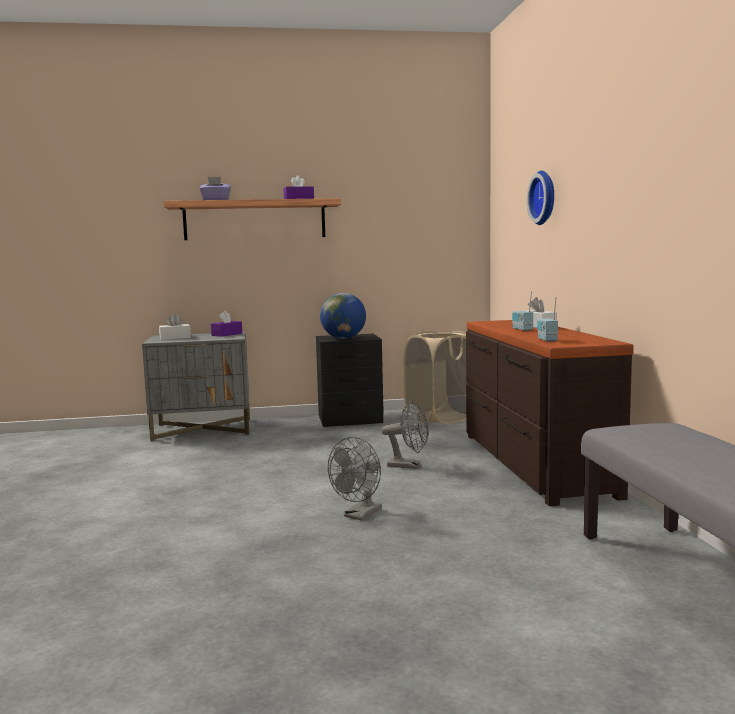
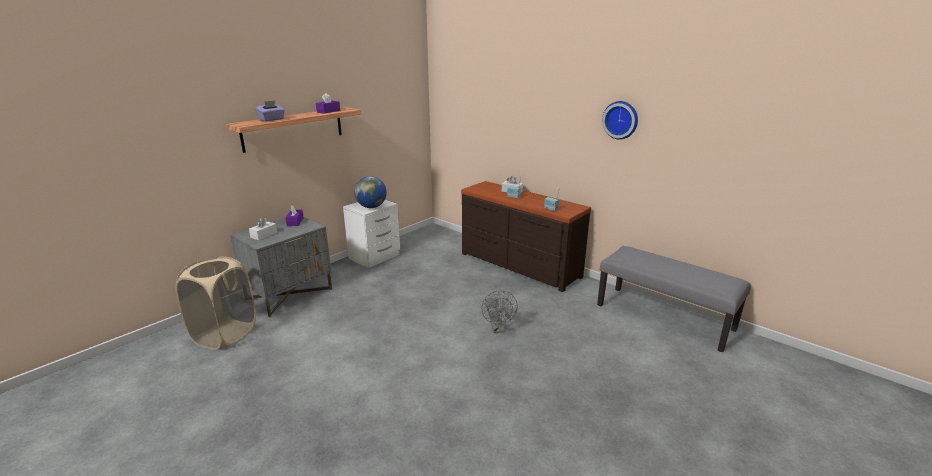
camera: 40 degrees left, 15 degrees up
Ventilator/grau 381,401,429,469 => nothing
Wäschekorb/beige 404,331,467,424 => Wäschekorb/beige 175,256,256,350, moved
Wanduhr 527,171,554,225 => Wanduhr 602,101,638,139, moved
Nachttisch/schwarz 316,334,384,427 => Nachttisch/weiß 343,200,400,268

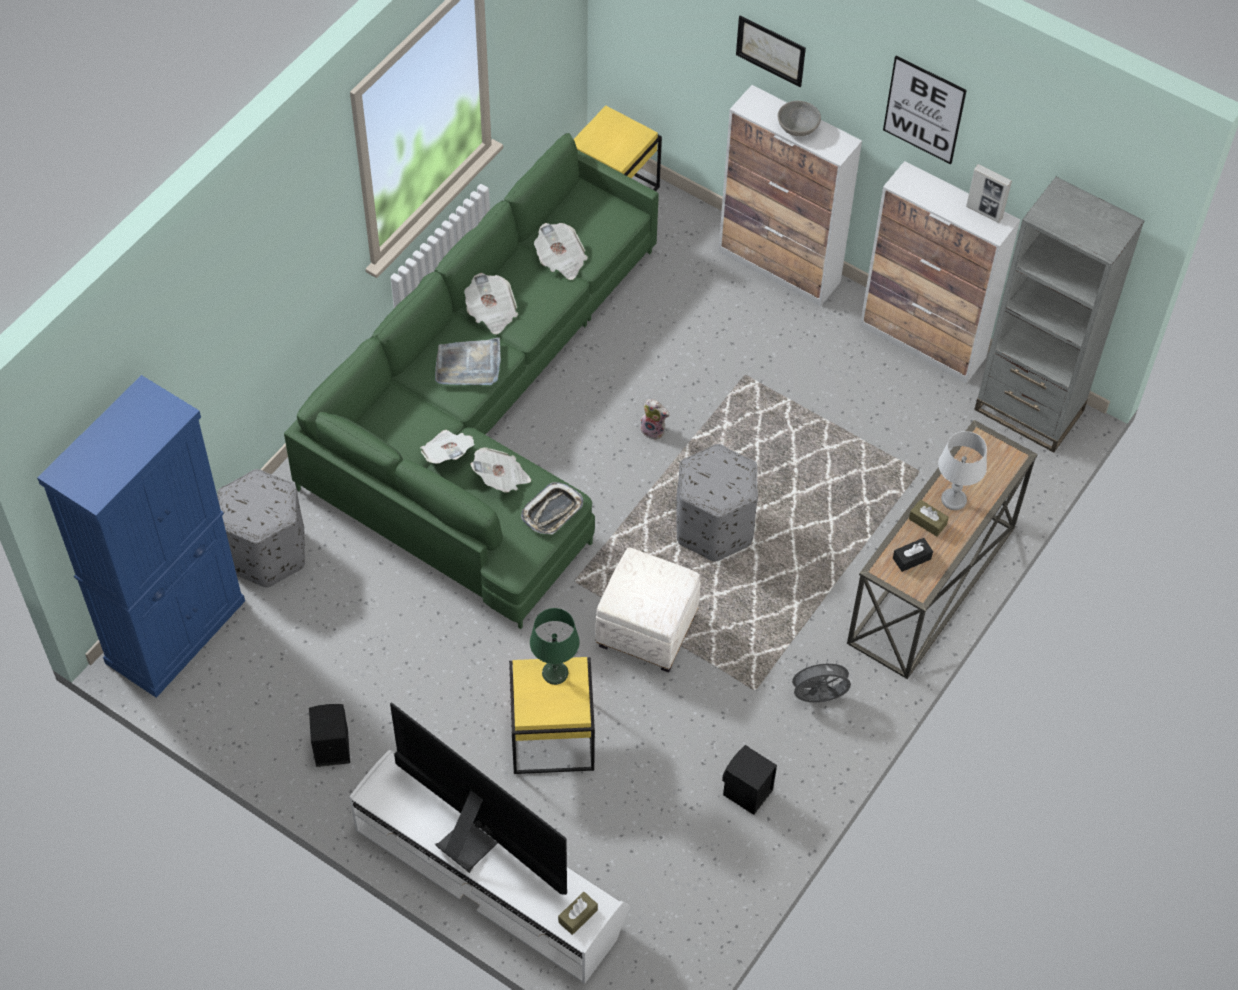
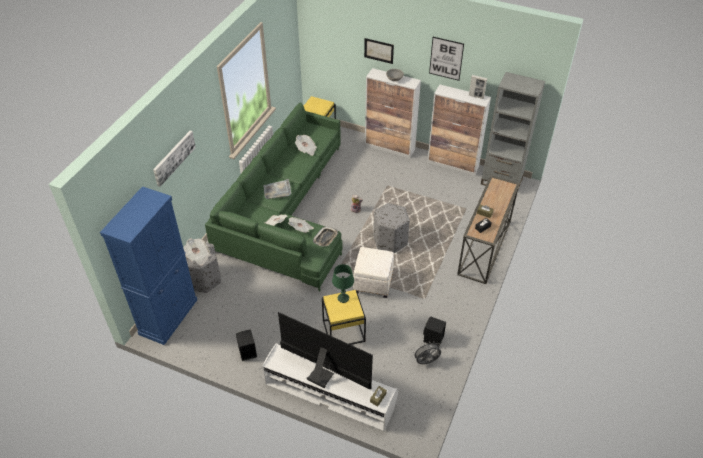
camera: 10 degrees left, 10 degrees down
Tischlampe/grau 938,431,987,510 => nothing
nothing => Bild 153,131,196,187
Zeitung 464,273,518,334 => Zeitung 184,238,211,266, moved
Ventilator/grau 788,659,853,702 => Ventilator/grau 412,341,441,364, moved

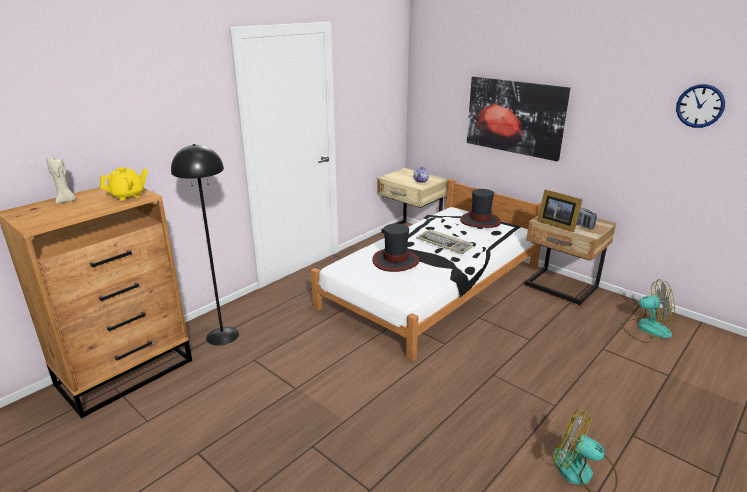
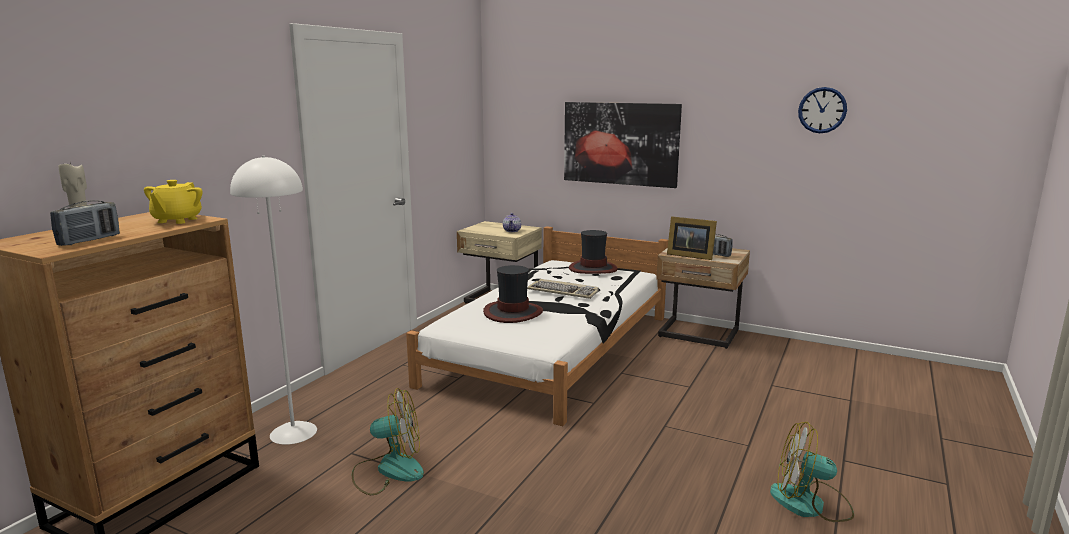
camera: 15 degrees left, 10 degrees down
nothing => Radio 50,200,120,246
Ventilator 621,279,675,343 => Ventilator 352,388,424,495, moved
Stehlampe/schwarz 171,144,239,346 => Stehlampe/weiß 230,155,317,445
Teekanne/gelb 100,167,148,201 => Teekanne/gelb 144,180,202,224, 150 degrees clockwise

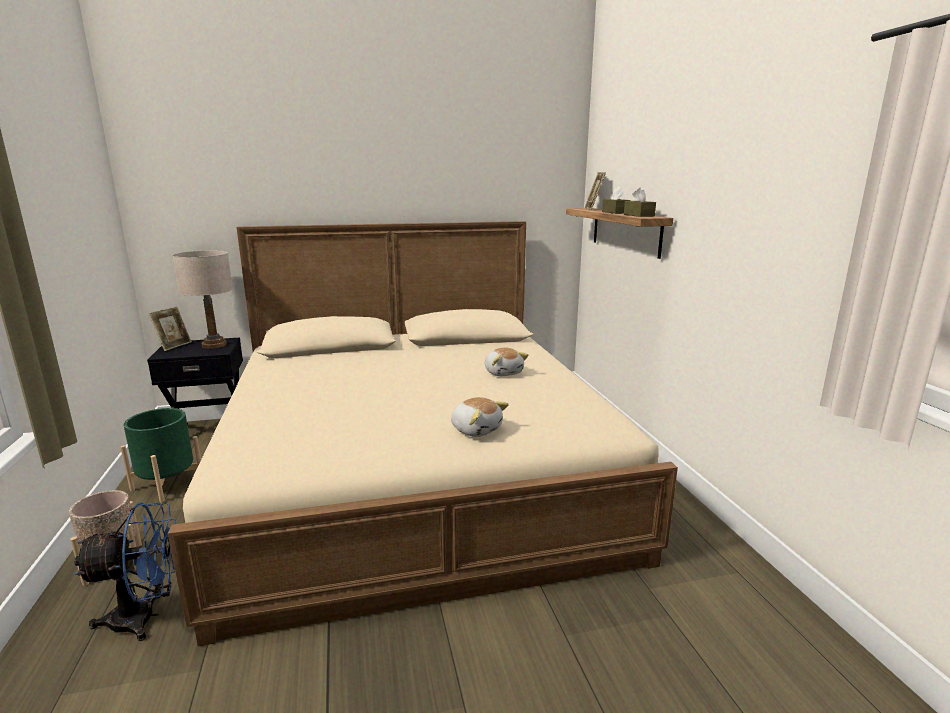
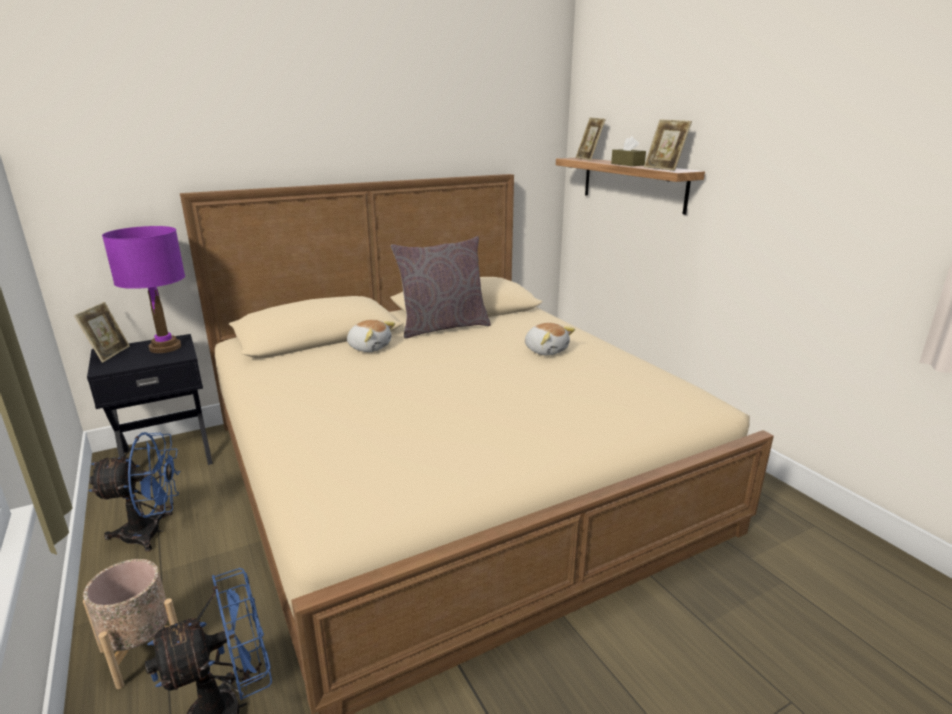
camera: 15 degrees left, 5 degrees up
nothing => Kissen/grau 391,236,491,338
Plüschtier 451,397,509,437 => Plüschtier 347,320,395,352, moved
Pflanzkübel/grün 120,408,201,503 => Ventilator/blau 88,432,181,552
Taschentuchbox/braun 624,188,656,217 => Bilderrahmen 644,120,692,171
Tischlampe/beige 172,251,233,349 => Tischlampe/lila 102,226,185,353

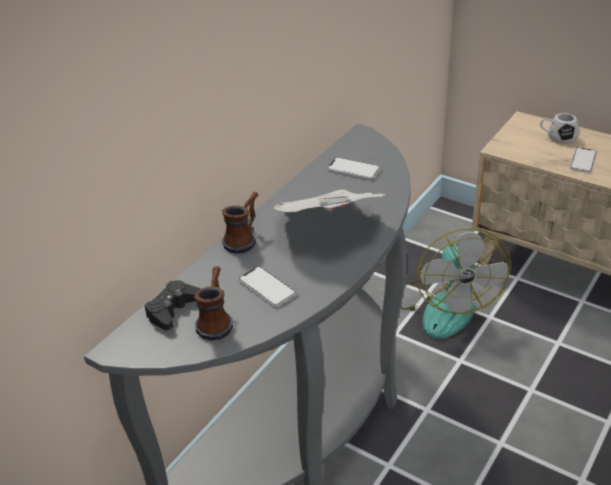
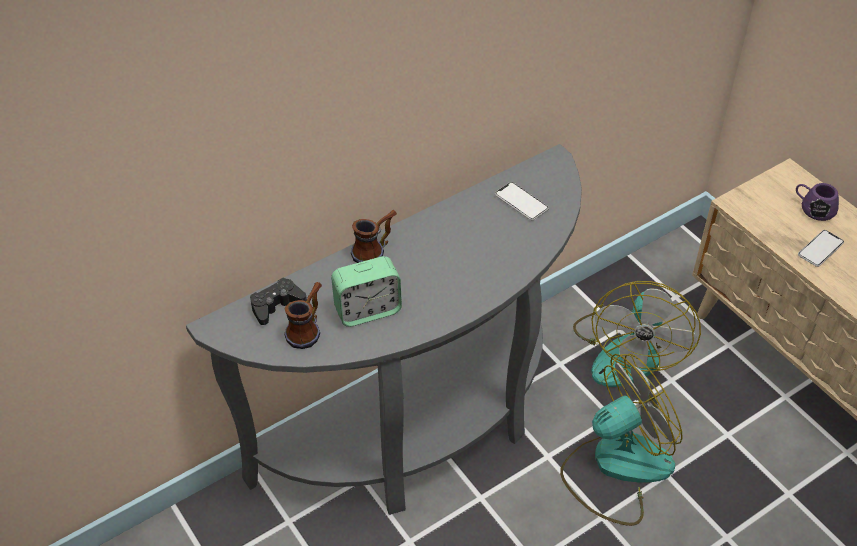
camera: 20 degrees right, 10 degrees up
Zeitung 273,189,385,212 => nothing
nothing => Ventilator 560,354,683,526
Handy 238,266,297,307 => Wecker 331,256,402,327
Henkelbecher/weiß 540,113,578,143 => Henkelbecher/lila 796,183,839,221

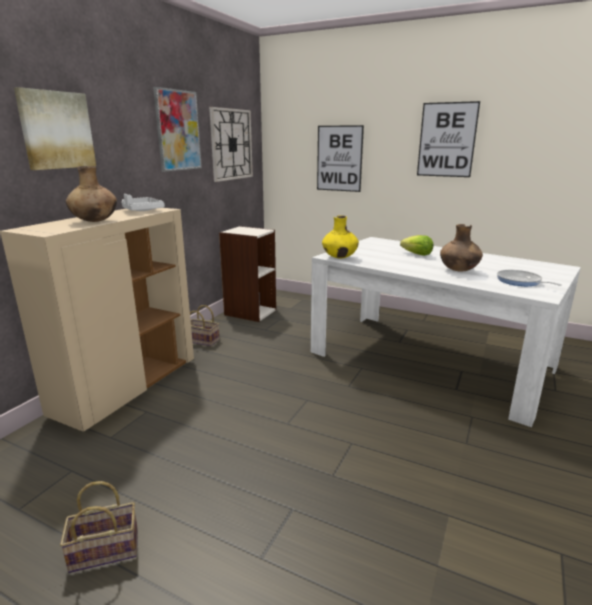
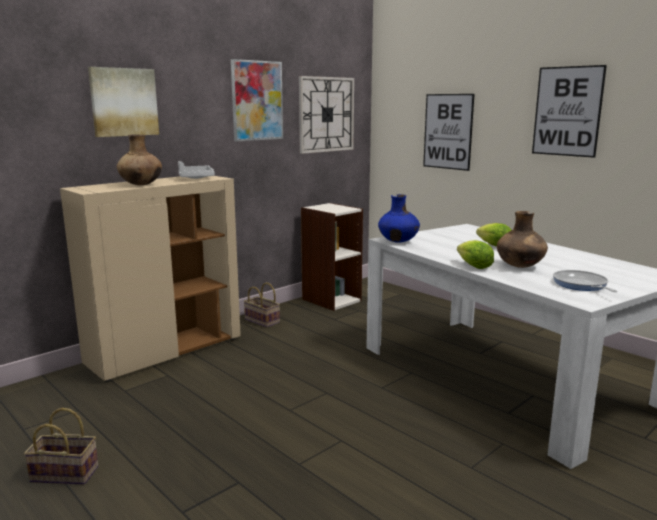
camera: 20 degrees right, 5 degrees down
nothing => Salatkopf 457,240,494,269
Vase/gelb 322,216,359,259 => Vase/blau 378,194,420,243

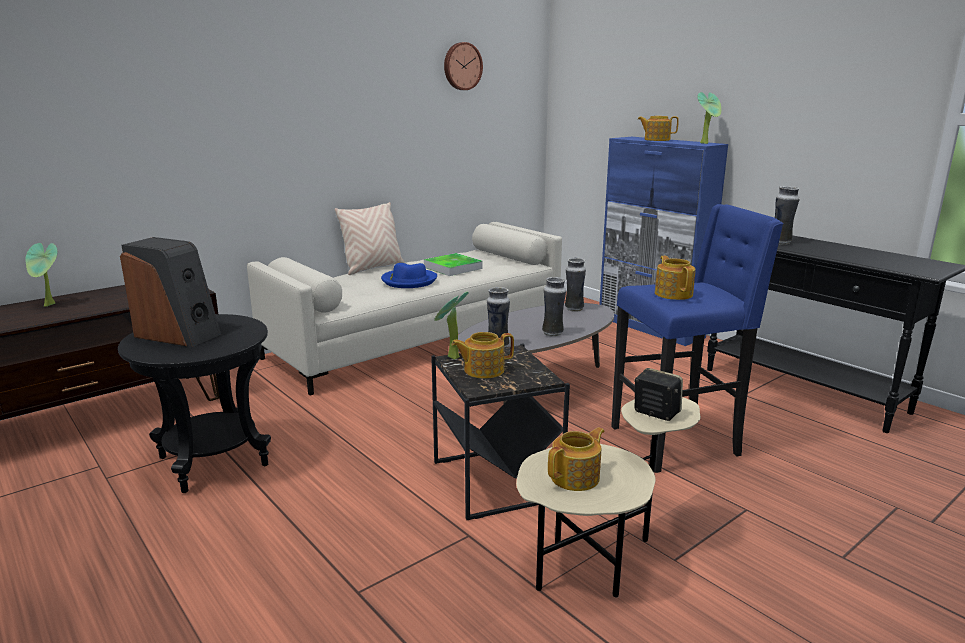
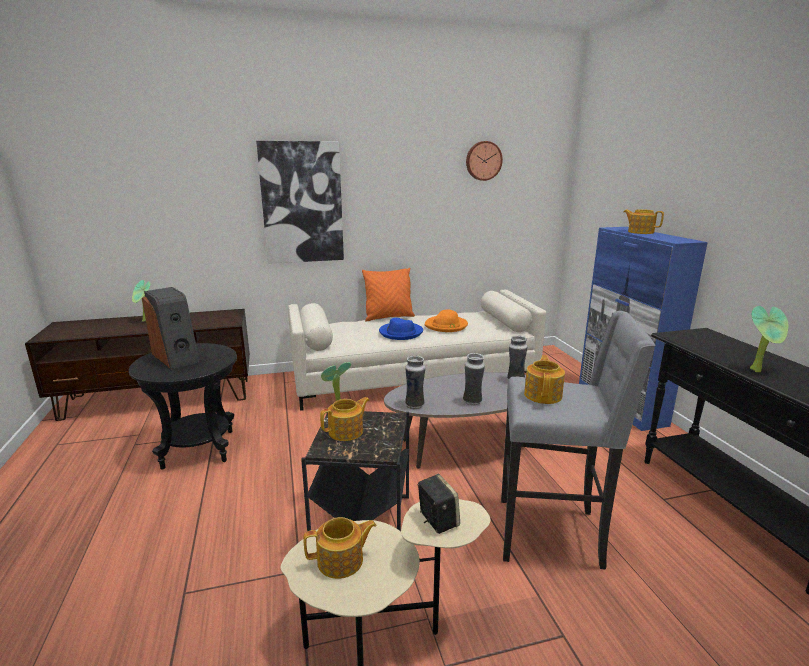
camera: 25 degrees right, 0 degrees up
Vase 775,186,799,245 => nothing
nothing => Bild 256,141,344,264
Topfpflanze 697,92,721,144 => Topfpflanze 750,306,788,372, moved
Tablett 424,253,483,276 => Hut/orange 425,310,468,332
Kissen/beige 335,202,404,275 => Kissen/orange 362,268,415,321
Hocker/blau 611,204,784,473 => Hocker/grau 501,311,656,570
Teekanne 452,332,514,379 => Teekanne 320,397,370,441, 135 degrees clockwise

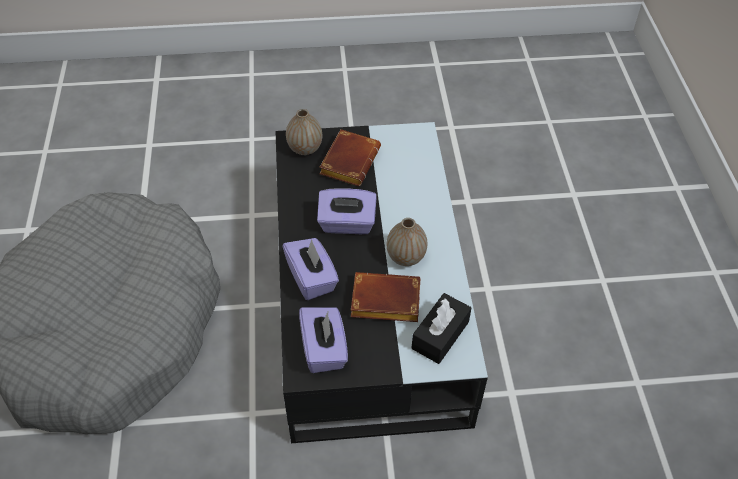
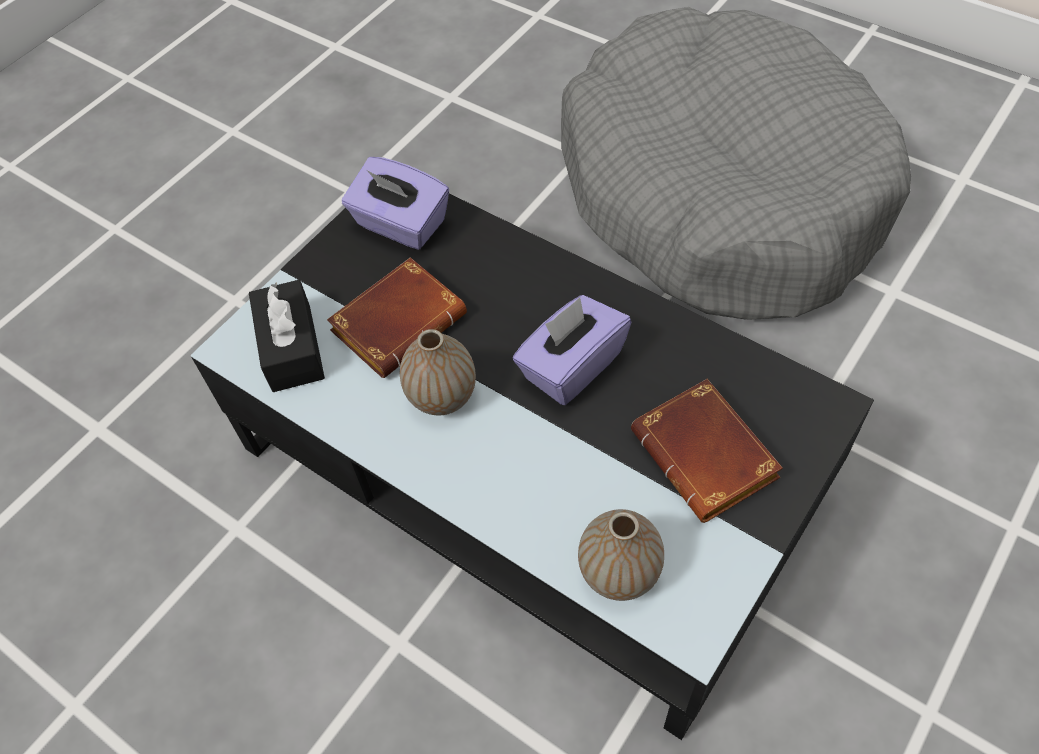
camera: 135 degrees right, 5 degrees up
Taschentuchbox/lila 282,238,339,300 => nothing
Vase 286,109,322,155 => Vase 578,509,664,601, moved

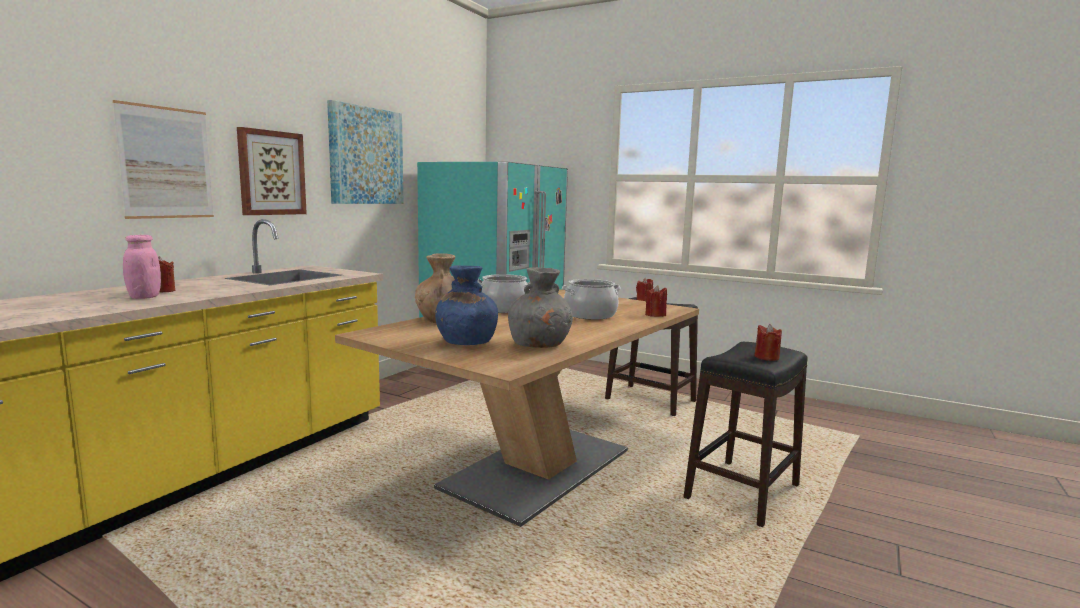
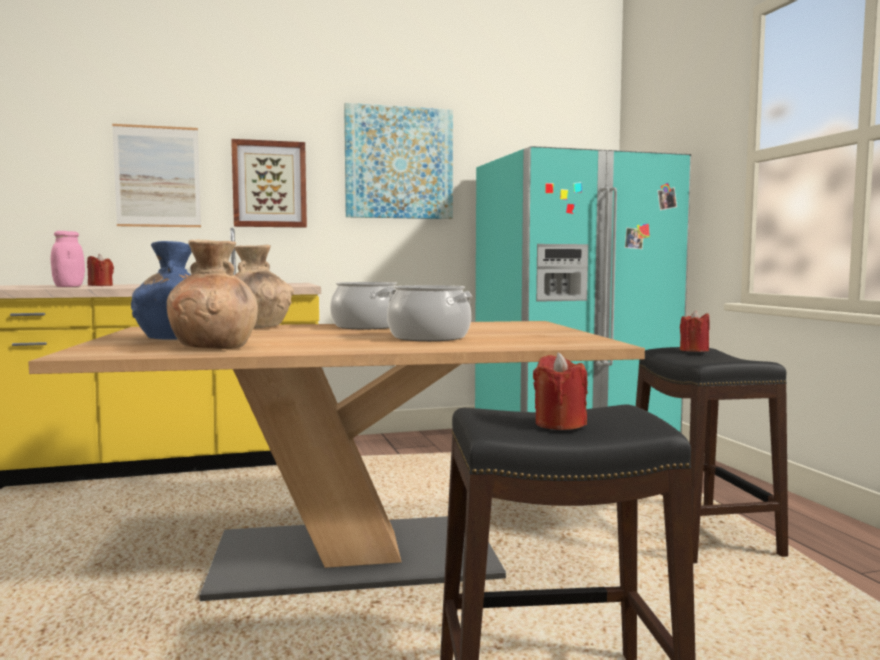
camera: 45 degrees right, 5 degrees down
Kerze/rot 645,285,667,317 => nothing
Vase/grau 508,267,573,348 => Vase/braun 167,240,258,349

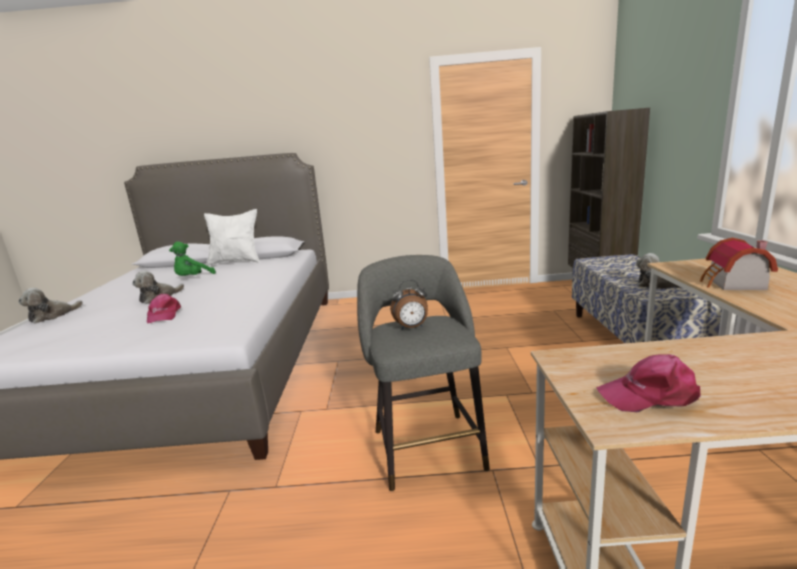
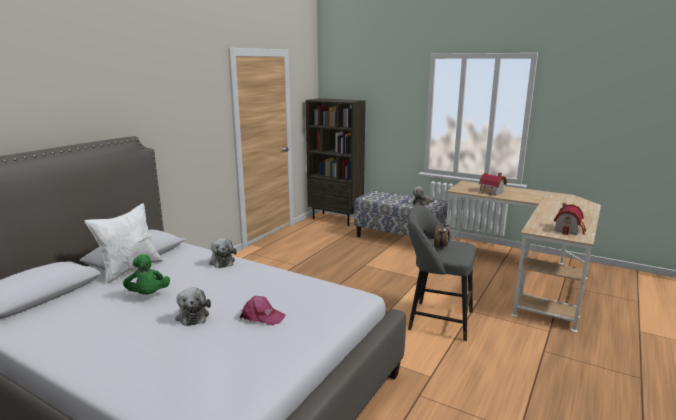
camera: 60 degrees left, 0 degrees up
Plüschtier 19,288,83,323 => Plüschtier 209,238,237,268, moved
Kappe/rosa 596,354,700,412 => Spielzeughaus 554,203,586,235

